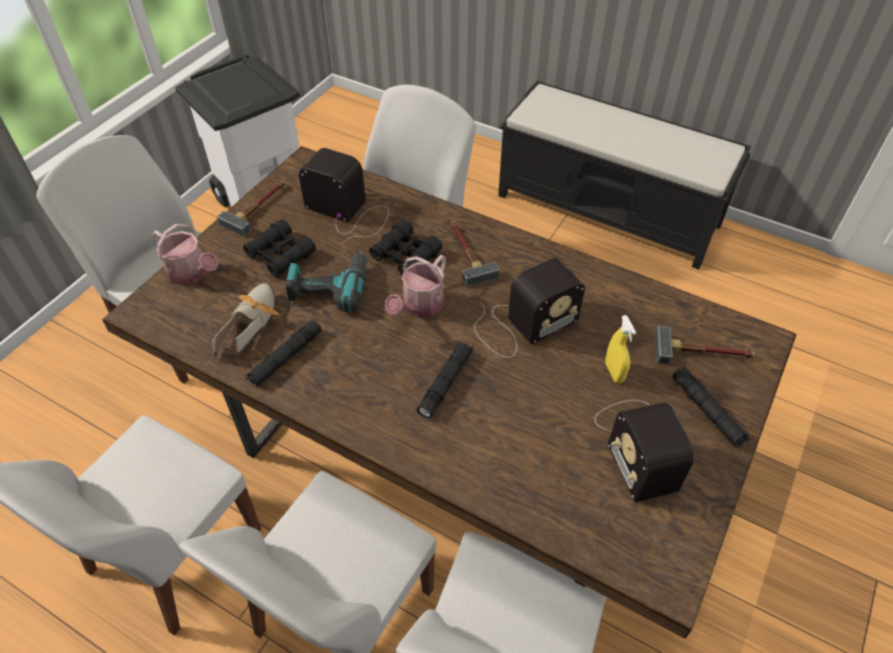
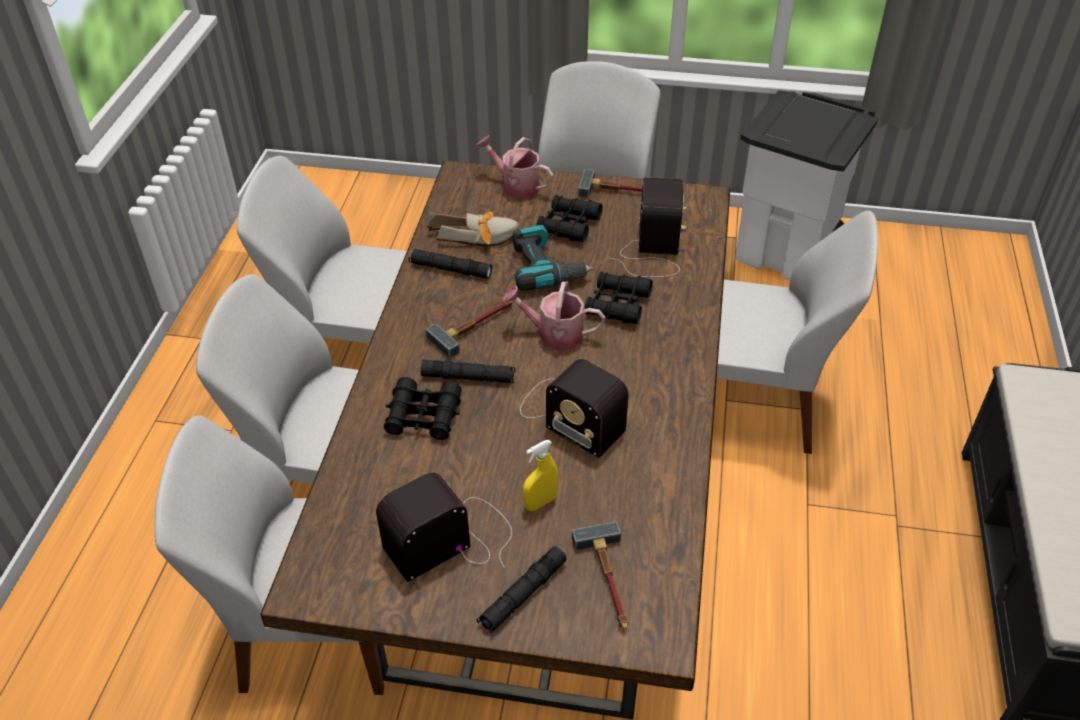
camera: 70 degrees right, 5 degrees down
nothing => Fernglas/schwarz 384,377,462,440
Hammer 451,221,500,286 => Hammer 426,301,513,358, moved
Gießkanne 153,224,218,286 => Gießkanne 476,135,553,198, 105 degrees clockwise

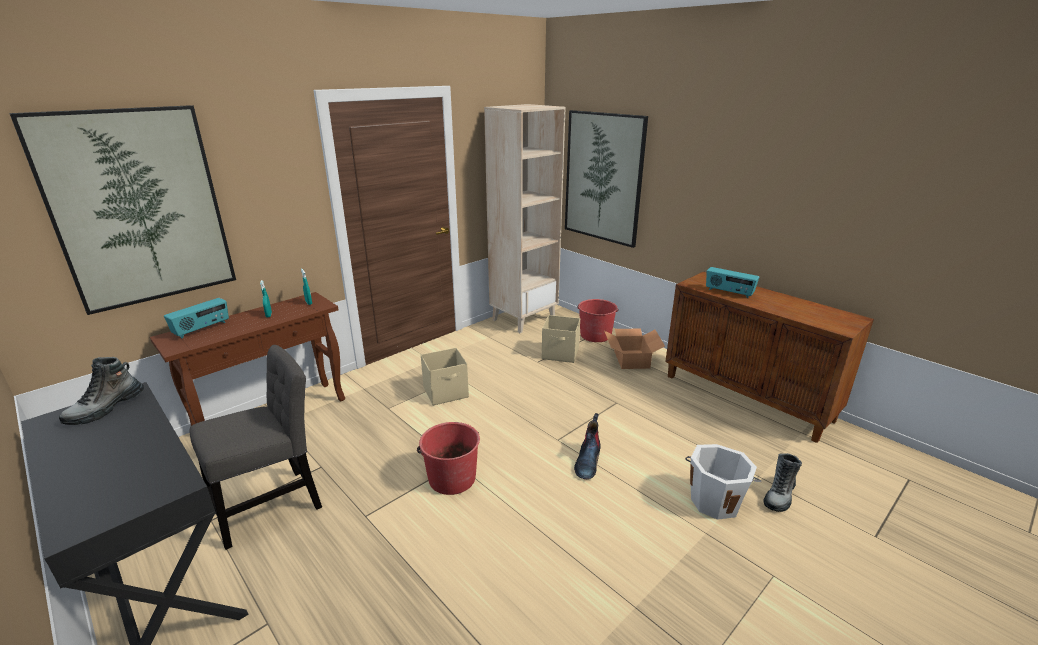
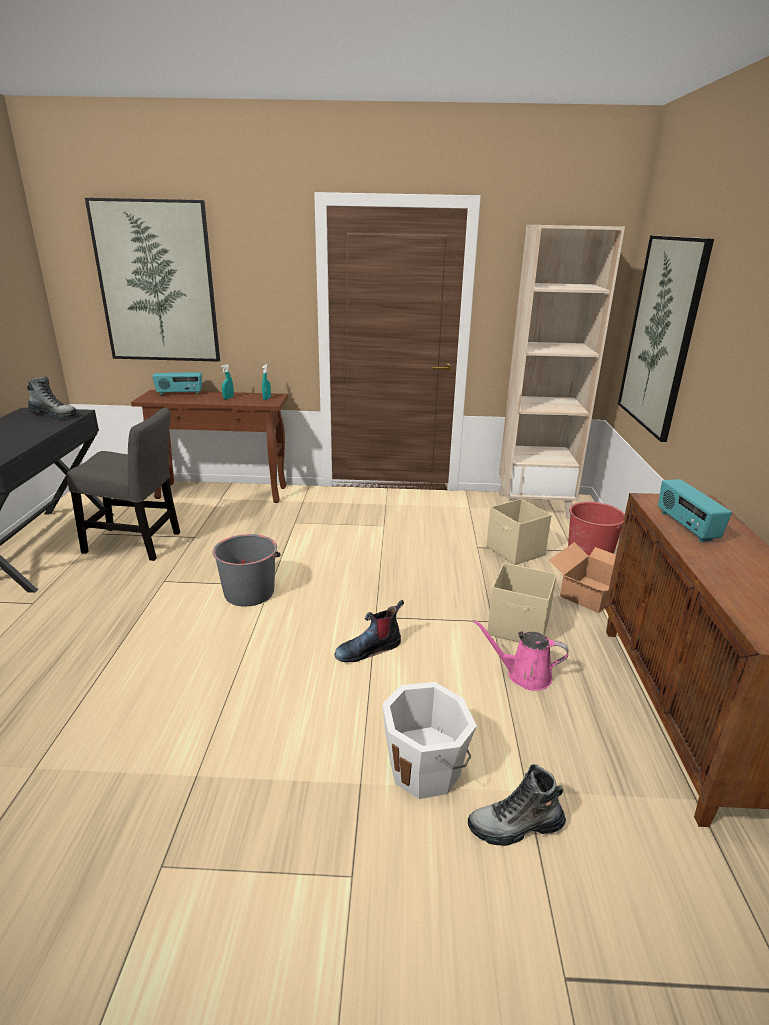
camera: 45 degrees right, 0 degrees up
nothing => Gießkanne/rosa 473,620,569,691
Aufbewahrungsbox/beige 421,348,469,405 => Aufbewahrungsbox/beige 487,563,557,643, moved
Eimer/rot 417,422,480,495 => Eimer/grau 213,534,280,606
Stiefel 59,357,144,425 => Stiefel 27,376,77,419, 150 degrees counterclockwise

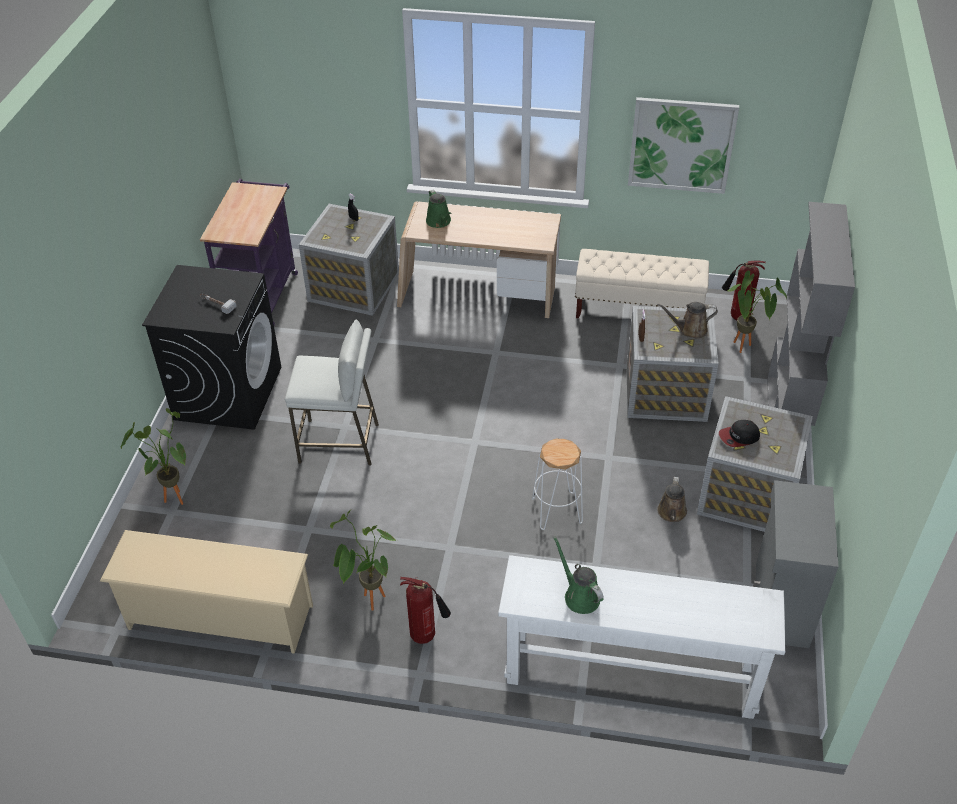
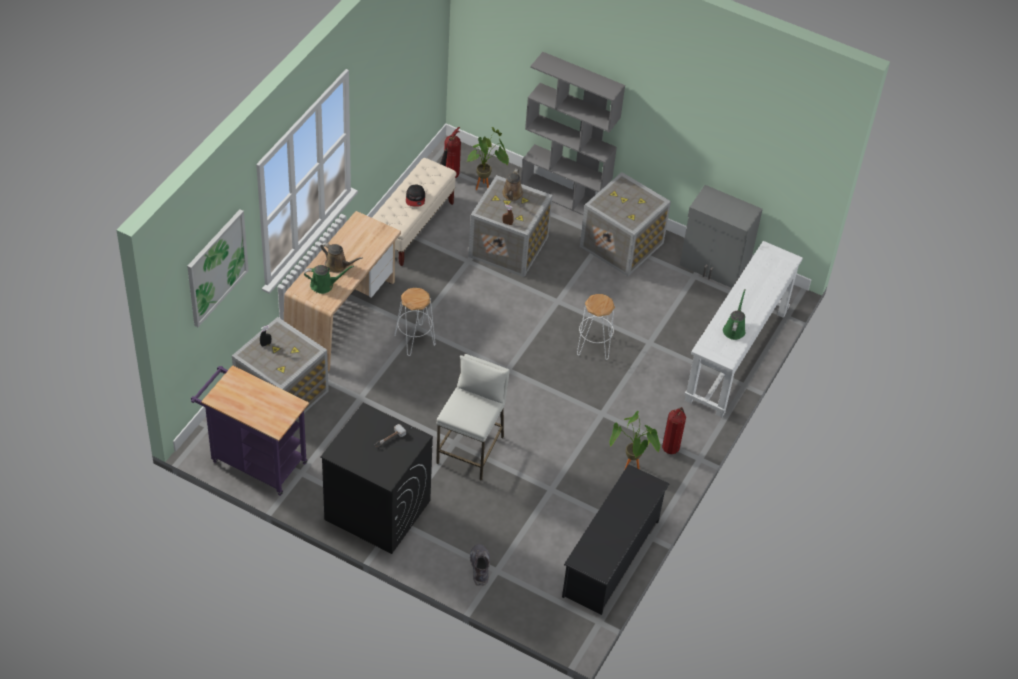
camera: 75 degrees left, 5 degrees up
nothing => Hocker/weiß 394,288,435,356
Bild 628,97,739,194 => Bild 187,209,249,327, moved
Gießkanne/braun 657,477,687,522 => Gießkanne/braun 320,242,363,273, moved
Kappe 719,420,760,447 => Kappe 406,185,425,207, moved
Topfpflanze 121,408,186,505 => Stiefel/grau 470,544,490,586
Schuhregal/beige 100,530,313,654 => Schuhregal/schwarz 562,464,669,615
Gießkanne/grün 553,536,604,614 => Gießkanne/grün 723,289,746,340, 120 degrees clockwise

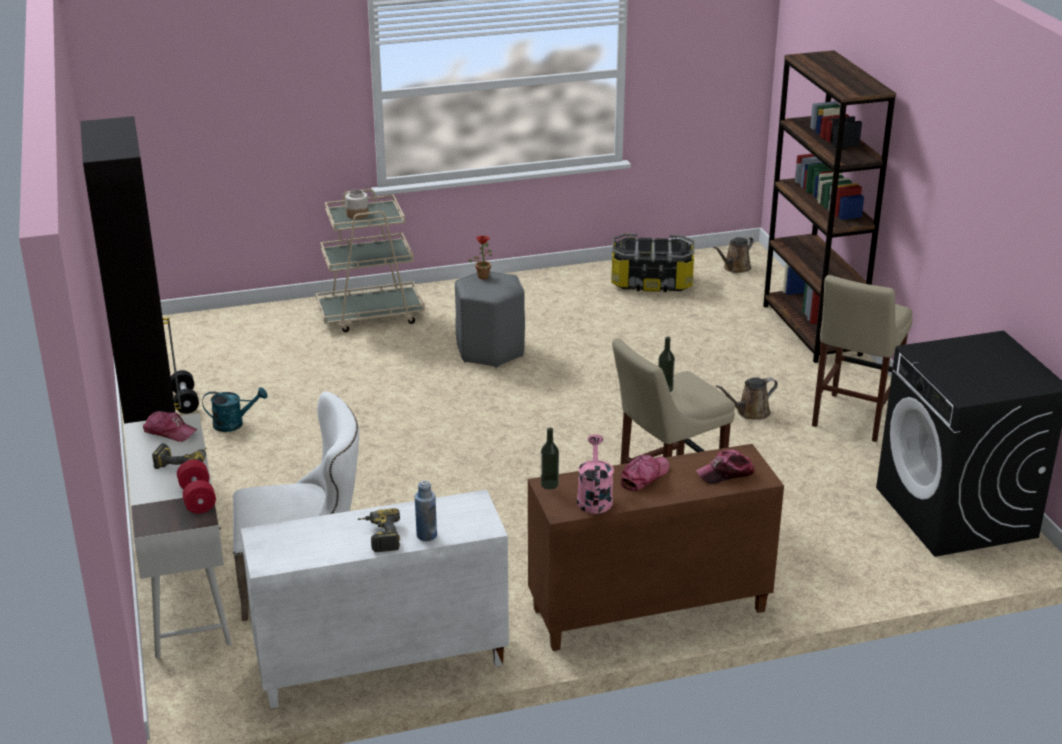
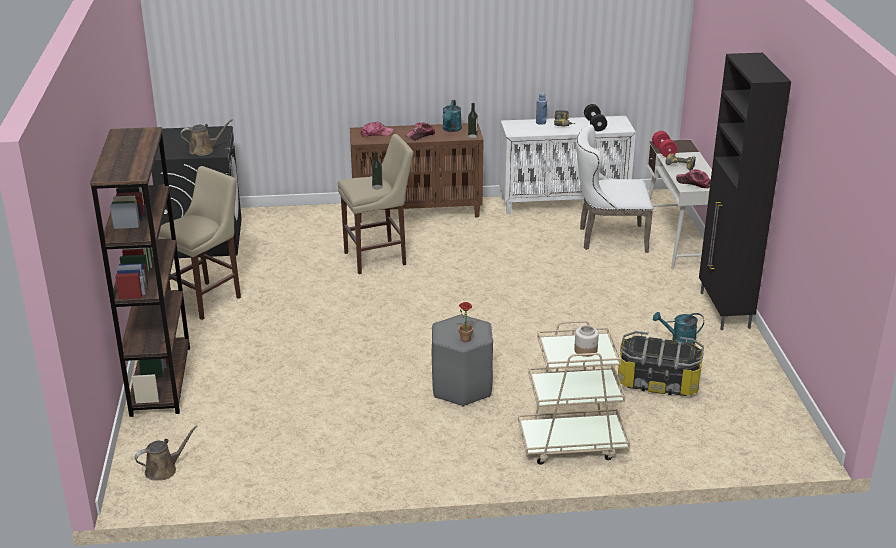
camera: 170 degrees left, 0 degrees up
Hantel/schwarz 171,370,199,414 => Hantel/schwarz 584,104,607,131, moved
Aufbewahrungsbox 611,234,695,292 => Aufbewahrungsbox 618,331,704,396, moved
Gießkanne/braun 716,377,778,420 => Gießkanne/braun 181,119,233,156, moved
Gießkanne/rosa 577,434,614,514 => Gießkanne/türkis 443,100,462,132

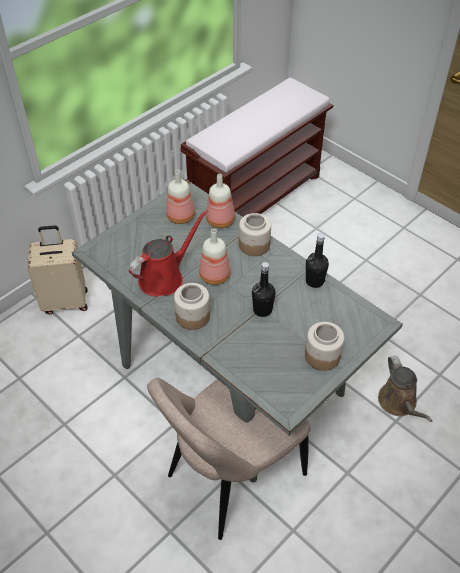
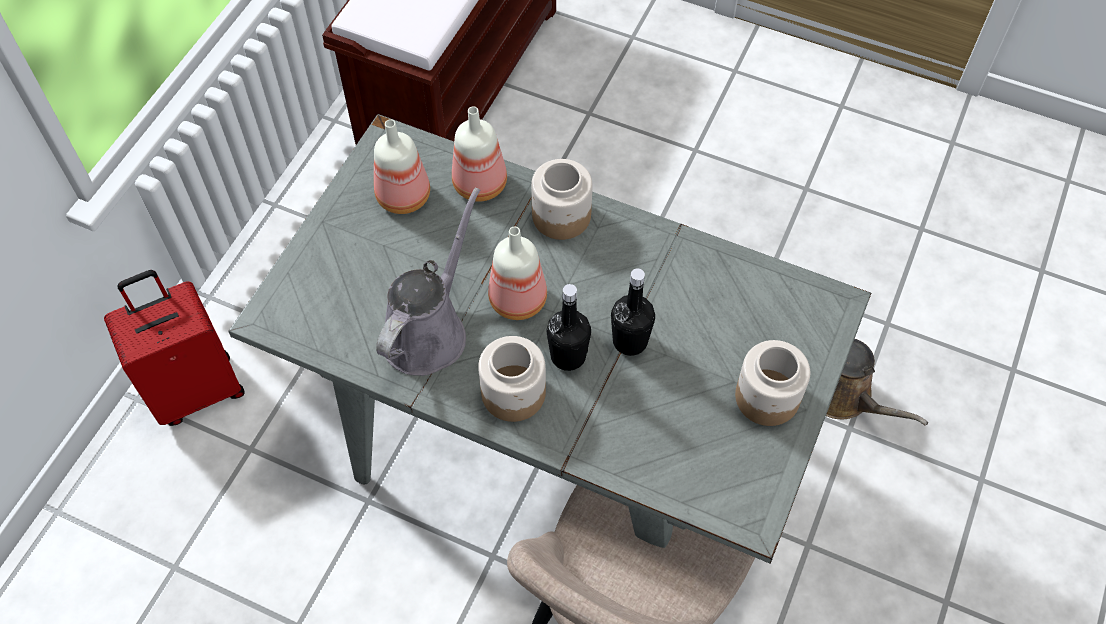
camera: 20 degrees left, 10 degrees up
Flasche/schwarz 306,233,329,288 => Flasche/schwarz 547,284,591,371, moved
Koffer/beige 27,225,88,314 => Koffer/rot 104,270,245,426
Gießkanne/rot 129,210,208,297 => Gießkanne/grau 376,188,480,376

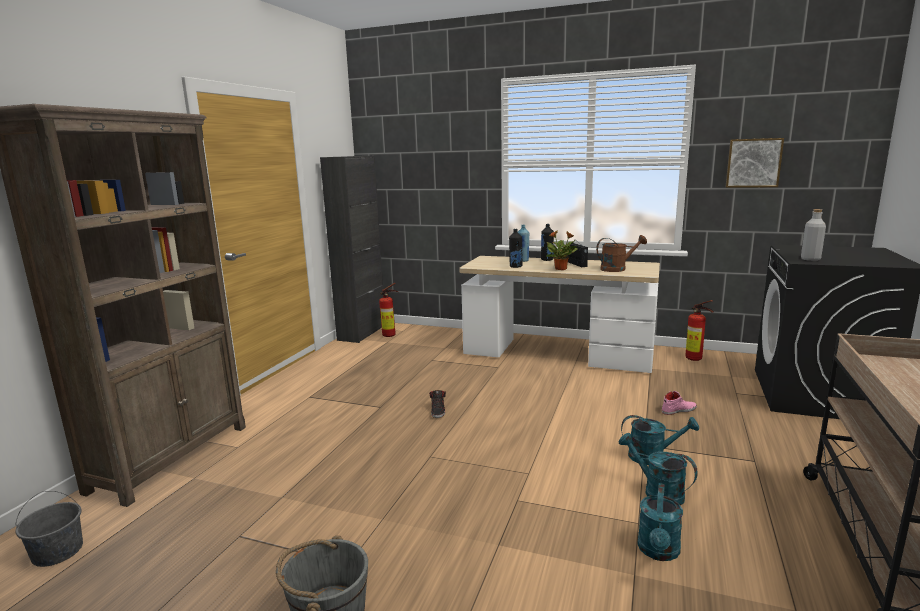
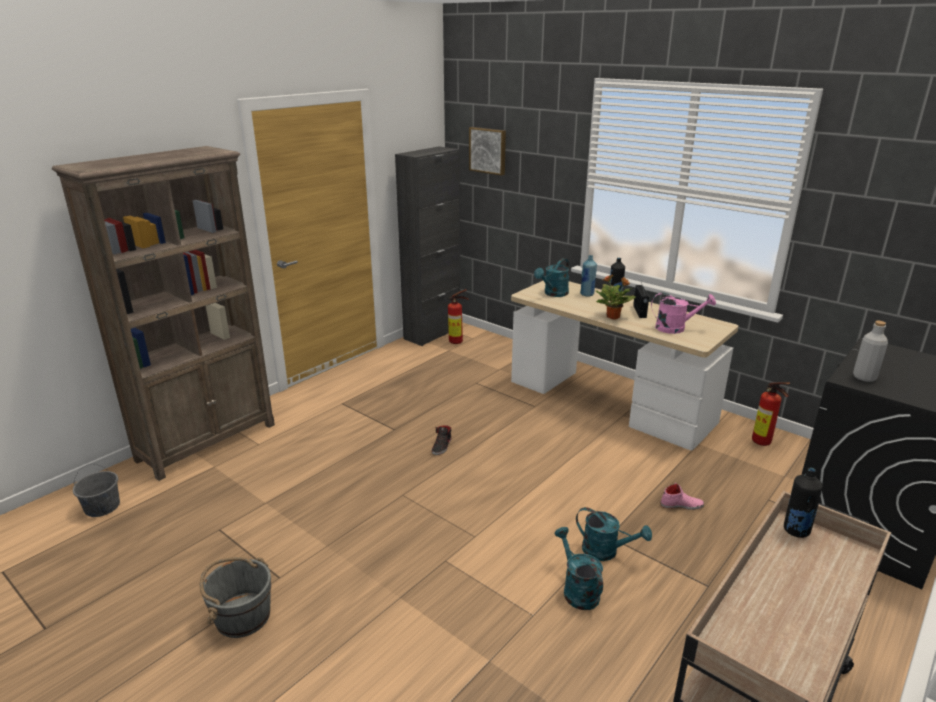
camera: 20 degrees right, 10 degrees up
Flasche/schwarz 509,229,522,268 => Flasche/schwarz 784,468,823,538, moved
Gießkanne/türkis 637,483,683,561 => Gießkanne/türkis 534,258,569,297, moved
Bild 726,138,784,188 => Bild 469,127,506,176, moved
Gießkanne/braun 596,235,647,272 => Gießkanne/rosa 651,292,716,334

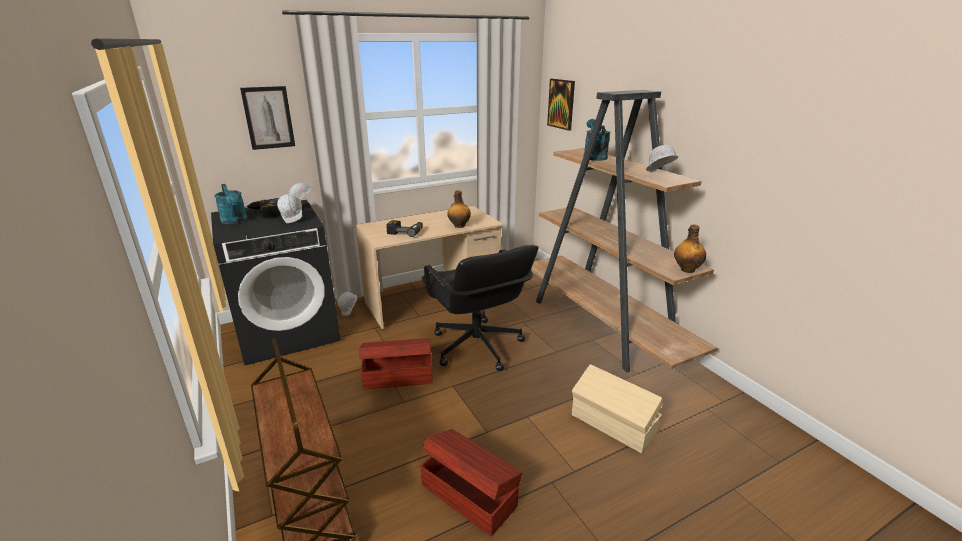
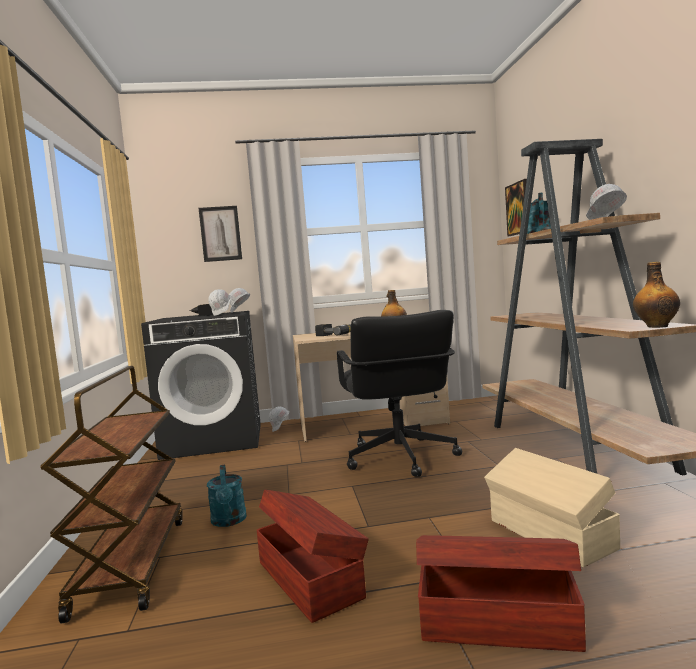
camera: 20 degrees right, 20 degrees down
Gießkanne/türkis 214,184,248,224 => Gießkanne/türkis 207,465,247,527, moved
Aufbewahrungsbox/braun 359,338,433,390 => Aufbewahrungsbox/braun 416,535,586,652, moved

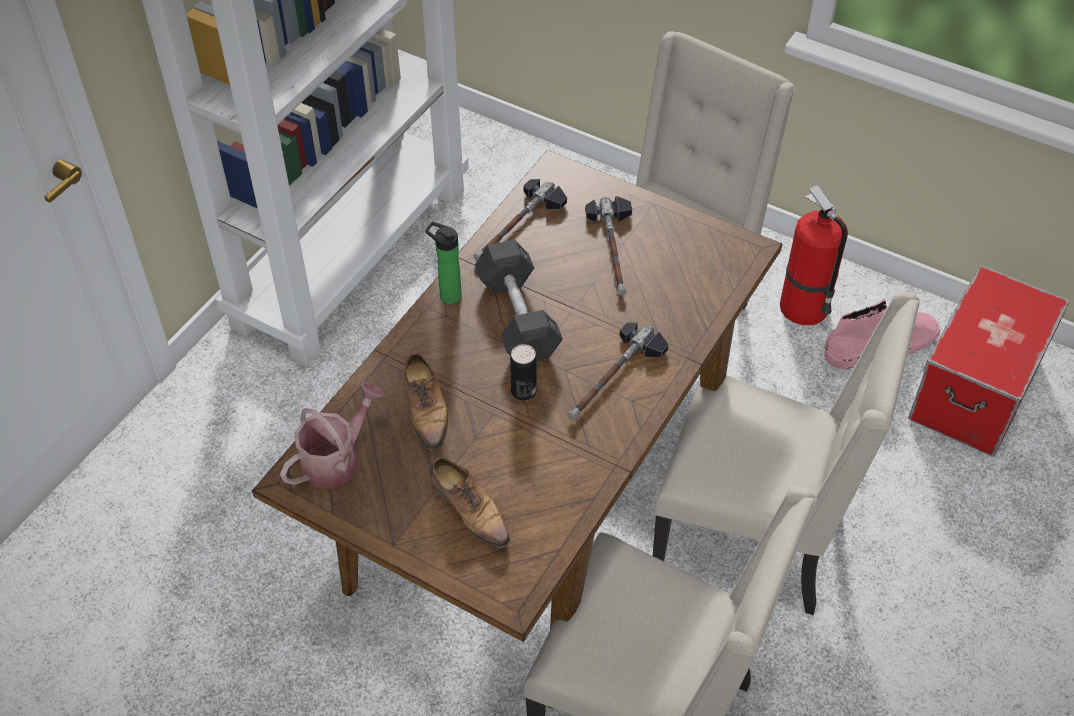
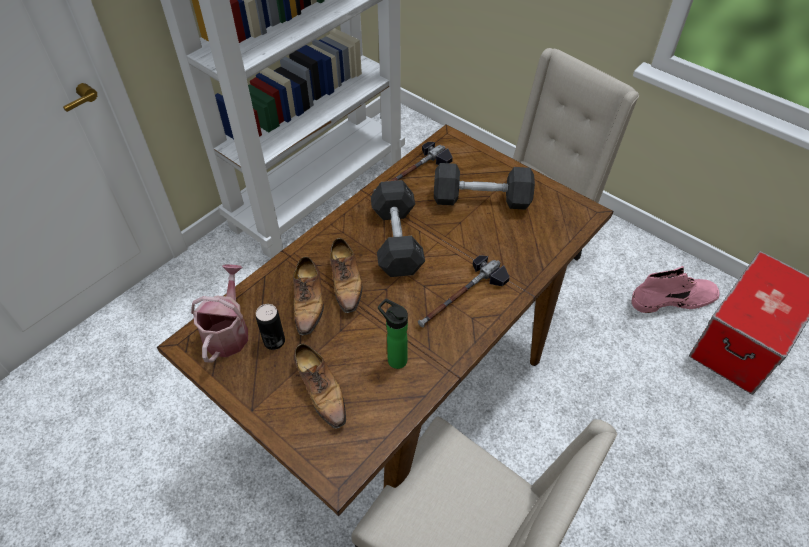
camera: 10 degrees right, 0 degrees up
Stuhl/beige 653,291,920,615 => nothing
Feuerlöscher 780,185,848,325 => nothing
nothing => Schuh 330,238,363,313
Flasche 425,222,462,304 => Flasche 378,299,408,369, moved
Dose 510,344,537,401 => Dose 256,304,285,350, moved
Hammer 585,196,632,295 => Hantel/grau 434,163,535,210
Gießkanne 280,383,385,489 => Gießkanne 191,264,248,362, 45 degrees counterclockwise

